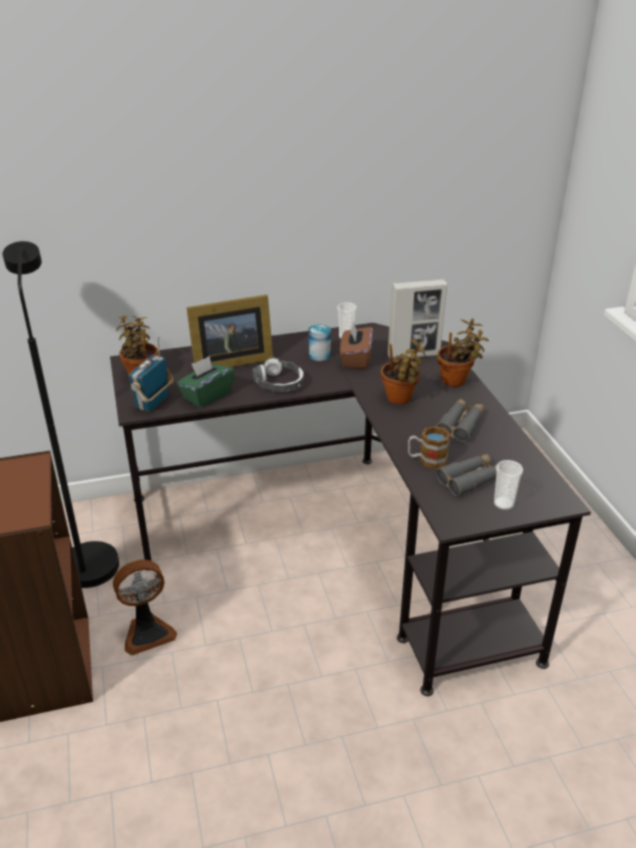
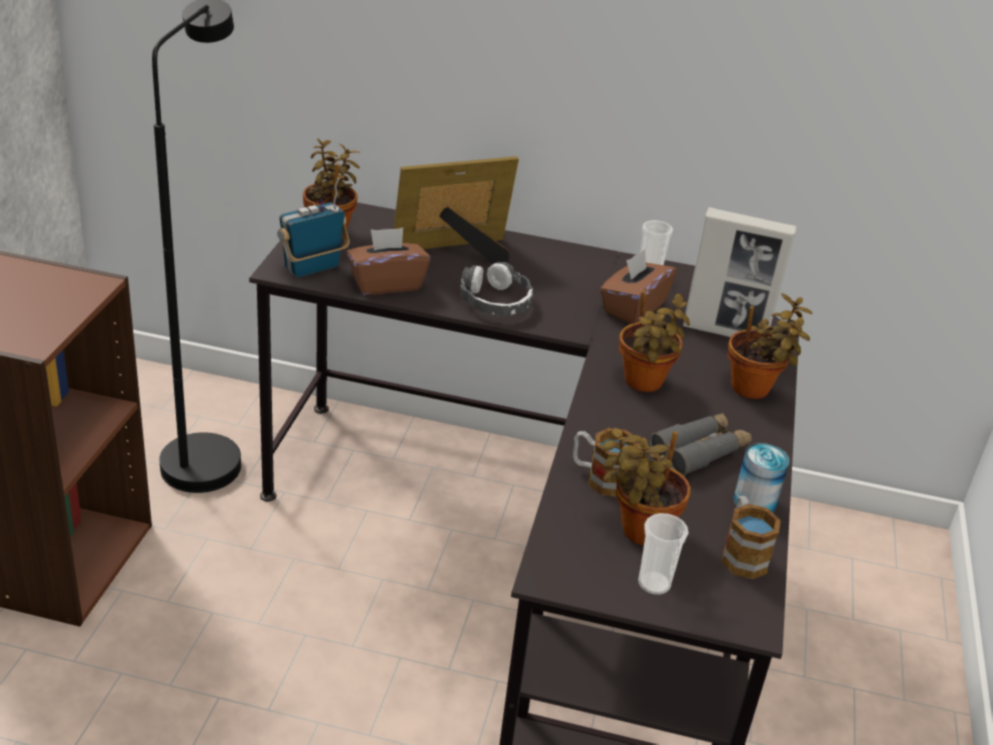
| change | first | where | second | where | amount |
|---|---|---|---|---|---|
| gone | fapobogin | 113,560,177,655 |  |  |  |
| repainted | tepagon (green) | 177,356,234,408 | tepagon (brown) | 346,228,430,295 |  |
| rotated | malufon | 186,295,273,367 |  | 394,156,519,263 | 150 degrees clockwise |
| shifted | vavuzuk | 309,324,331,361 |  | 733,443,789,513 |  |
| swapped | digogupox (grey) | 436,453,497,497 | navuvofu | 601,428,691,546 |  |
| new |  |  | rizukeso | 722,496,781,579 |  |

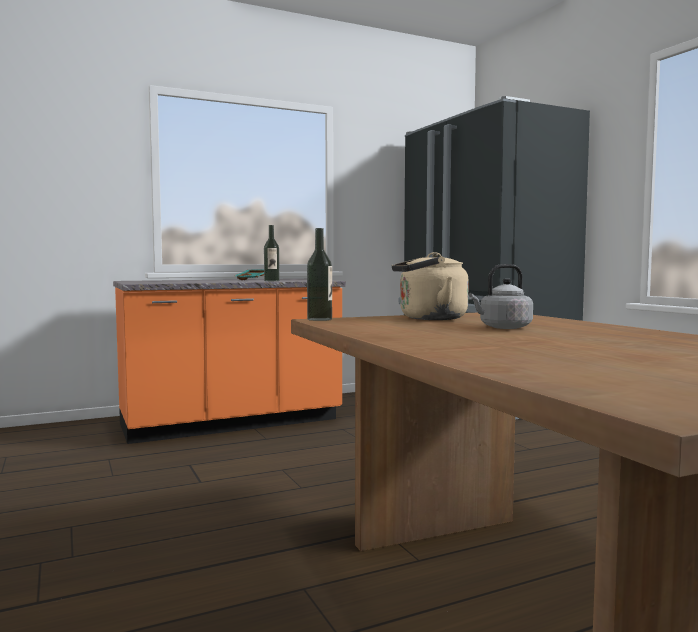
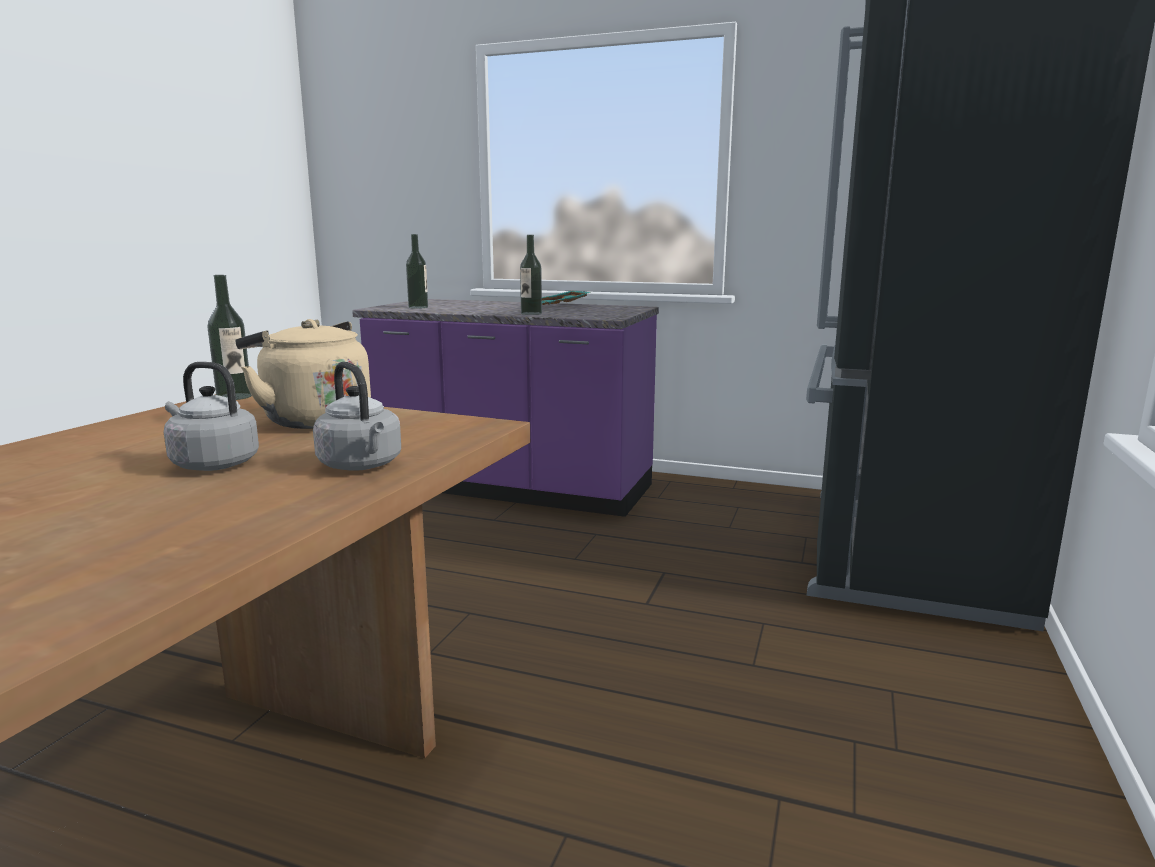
| change | first | where | second | where | amount |
|---|---|---|---|---|---|
| repainted | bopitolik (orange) | 113,279,346,444 | bopitolik (purple) | 352,299,659,517 |  |
| new |  |  | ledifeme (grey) | 313,362,401,471 |  |
| new |  |  | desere | 406,234,428,309 |  |

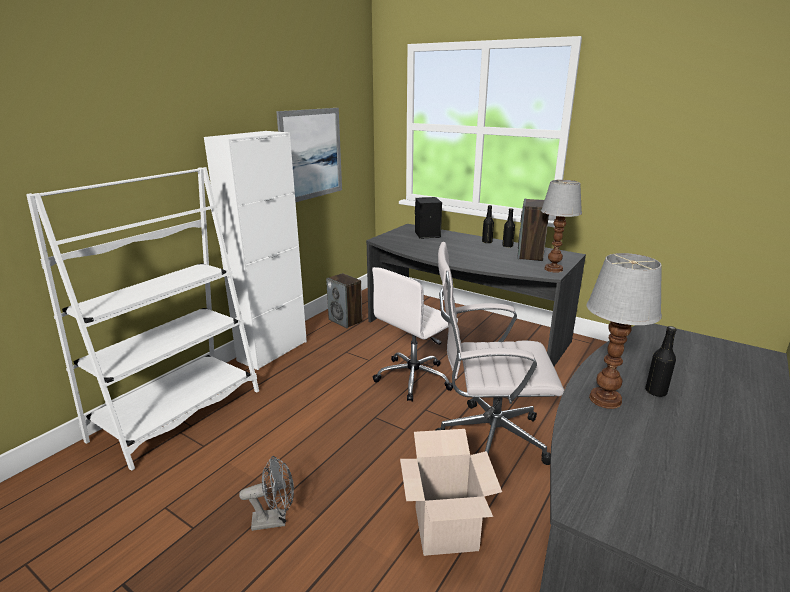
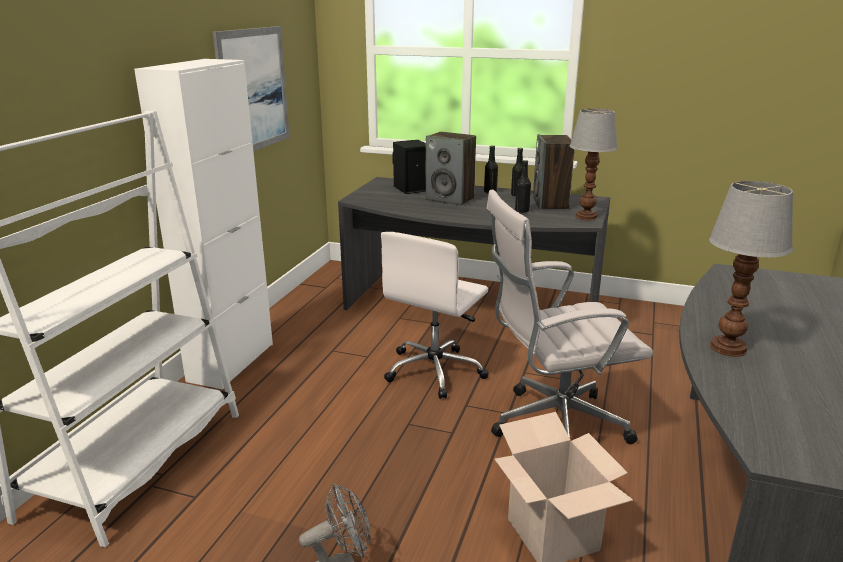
| change | first | where | second | where | amount |
|---|---|---|---|---|---|
| shifted | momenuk | 326,273,362,328 |  | 426,132,476,205 |  |
| shifted | desere (black) | 645,326,676,397 |  | 515,160,531,213 |  |

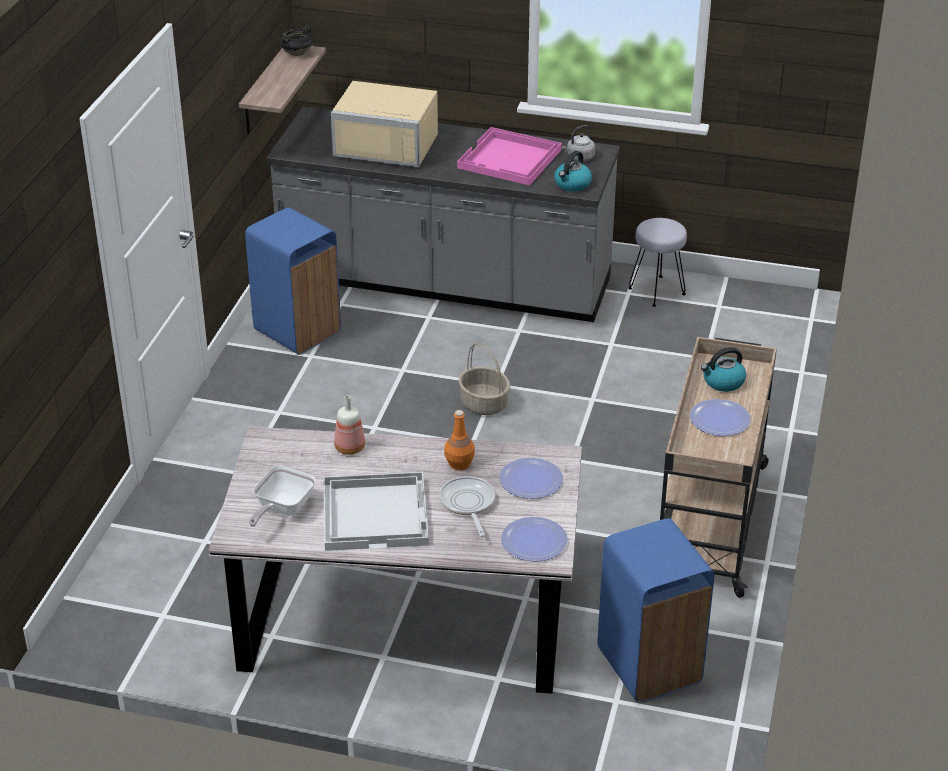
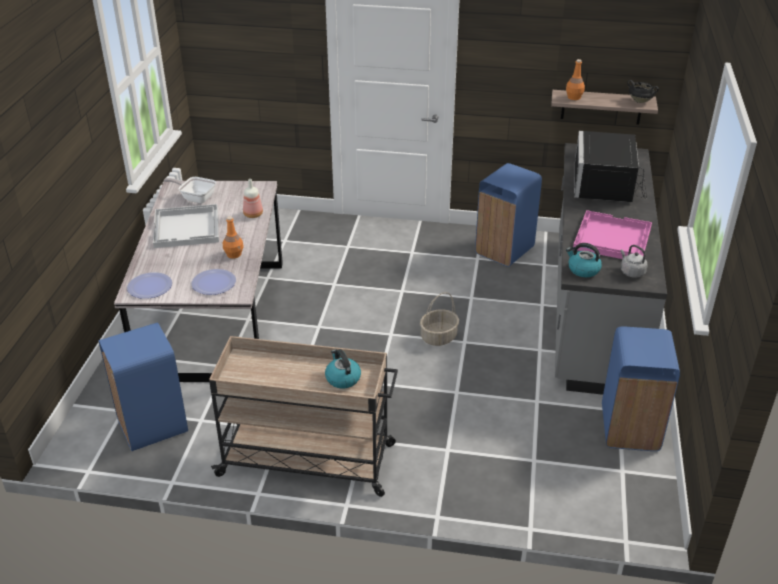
| change | first | where | second | where | amount |
|---|---|---|---|---|---|
| repainted | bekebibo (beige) | 331,81,438,167 | bekebibo (black) | 574,131,647,202 |  |
| gone | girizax | 439,476,495,537 |  |  |  |
| swapped | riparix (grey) | 628,218,687,307 | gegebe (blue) | 602,326,680,451 |  |
| gone | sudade | 690,399,751,436 |  |  |  |
| new |  |  | desere (orange) | 566,59,585,100 |  |

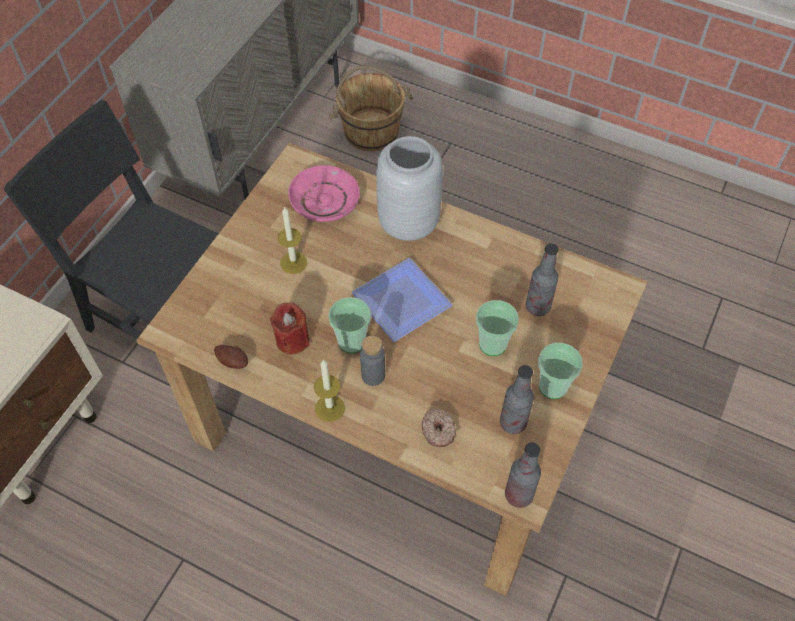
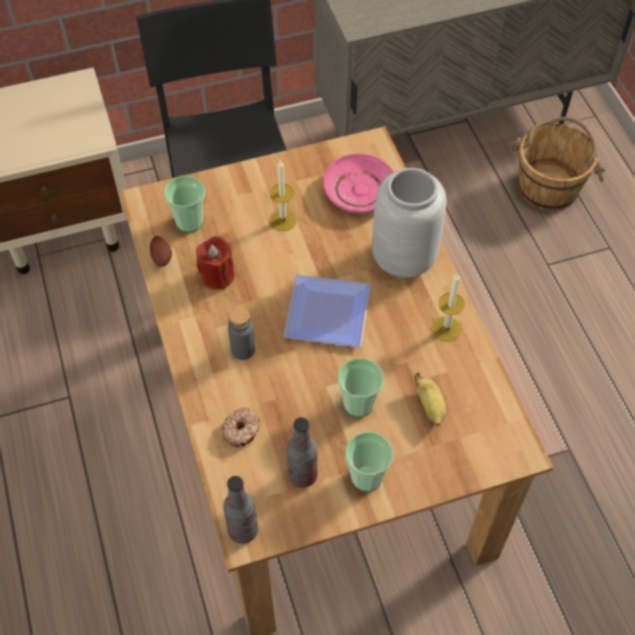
| change | first | where | second | where | amount |
|---|---|---|---|---|---|
| shifted | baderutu | 314,360,345,422 |  | 432,273,464,341 |  |
| shifted | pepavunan | 328,297,371,353 |  | 164,176,205,233 |  |
| swapped | desere | 526,243,559,316 | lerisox | 414,373,446,426 |  |

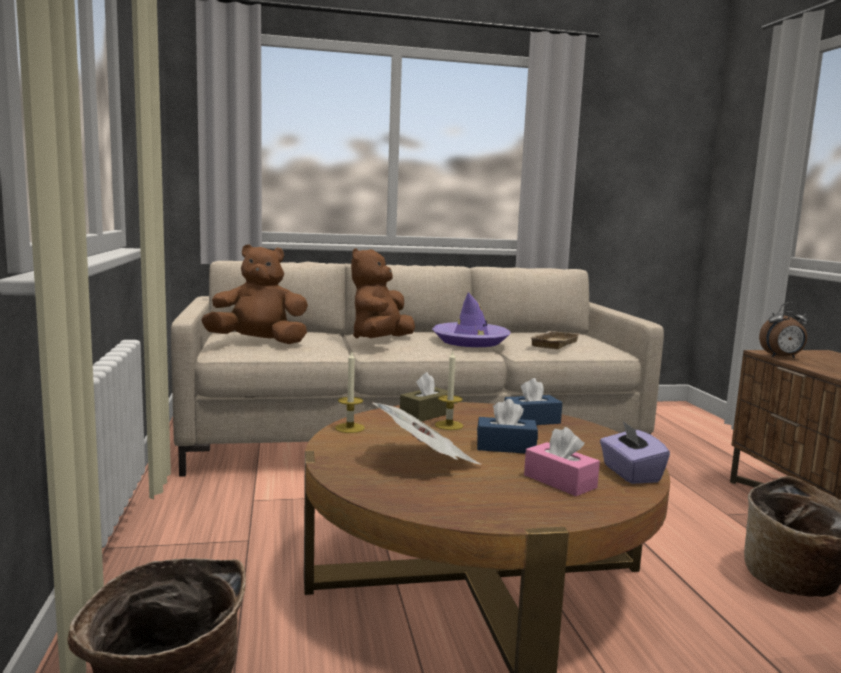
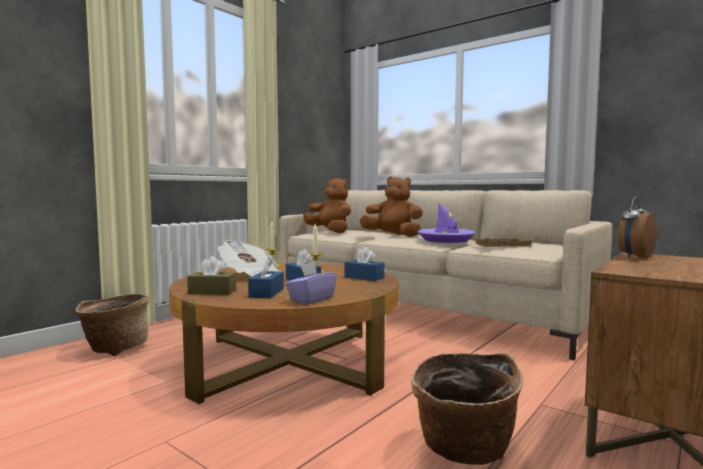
| change | first | where | second | where | amount |
|---|---|---|---|---|---|
| rotated | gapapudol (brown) | 351,248,415,338 |  | 360,177,423,237 | 45 degrees clockwise |
| shifted | tepagon (brown) | 400,372,448,422 |  | 187,256,236,295 |  |
| repainted | tepagon (pink) | 524,427,600,496 | tepagon (blue) | 248,257,284,298 |  |
| rotated | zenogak | 759,303,808,358 |  | 617,197,656,258 | 90 degrees clockwise |

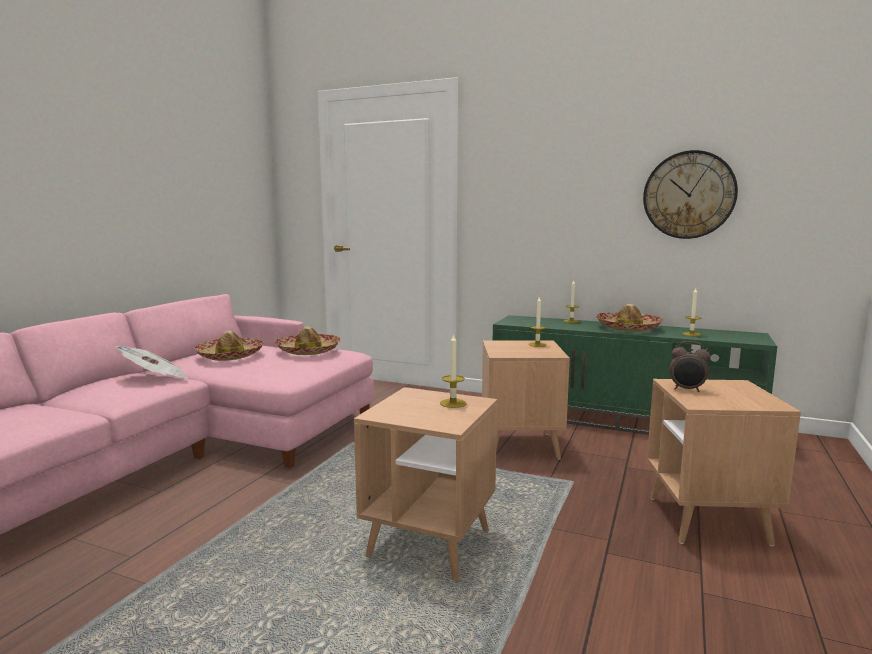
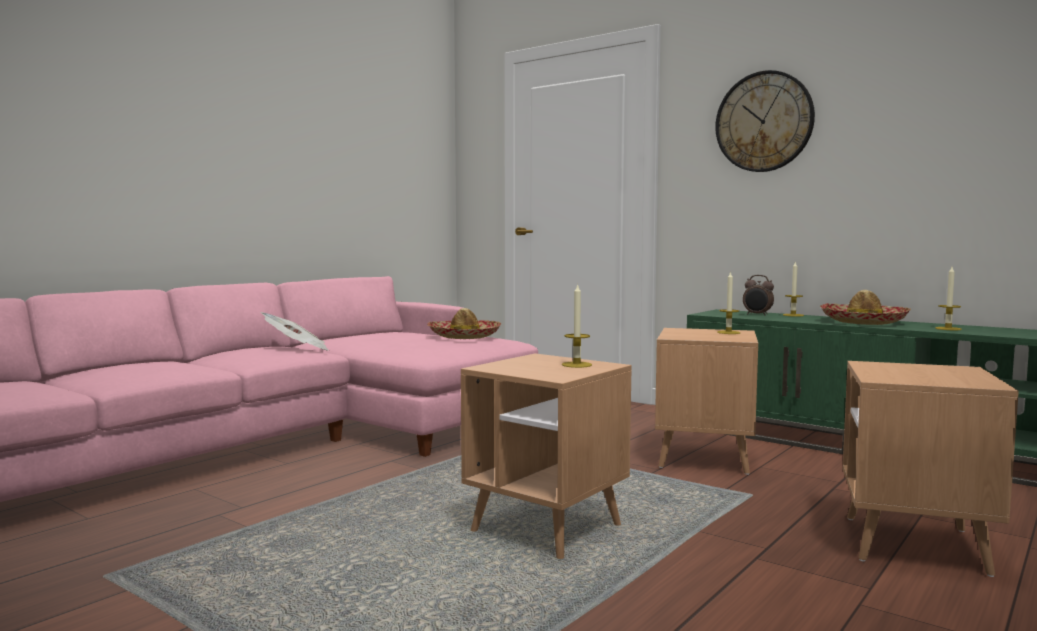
| change | first | where | second | where | amount |
|---|---|---|---|---|---|
| gone | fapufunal | 194,331,264,361 |  |  |  |
| shifted | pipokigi | 643,150,738,239 |  | 715,70,815,172 |  |
| shifted | zenogak | 669,341,710,392 |  | 743,275,774,316 |  |

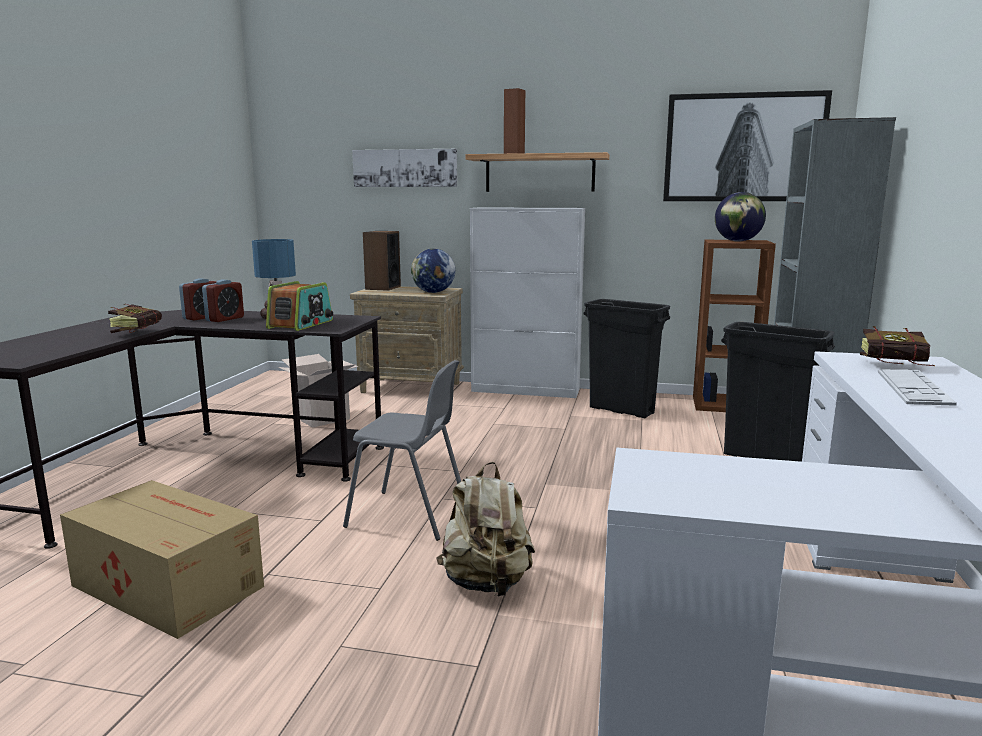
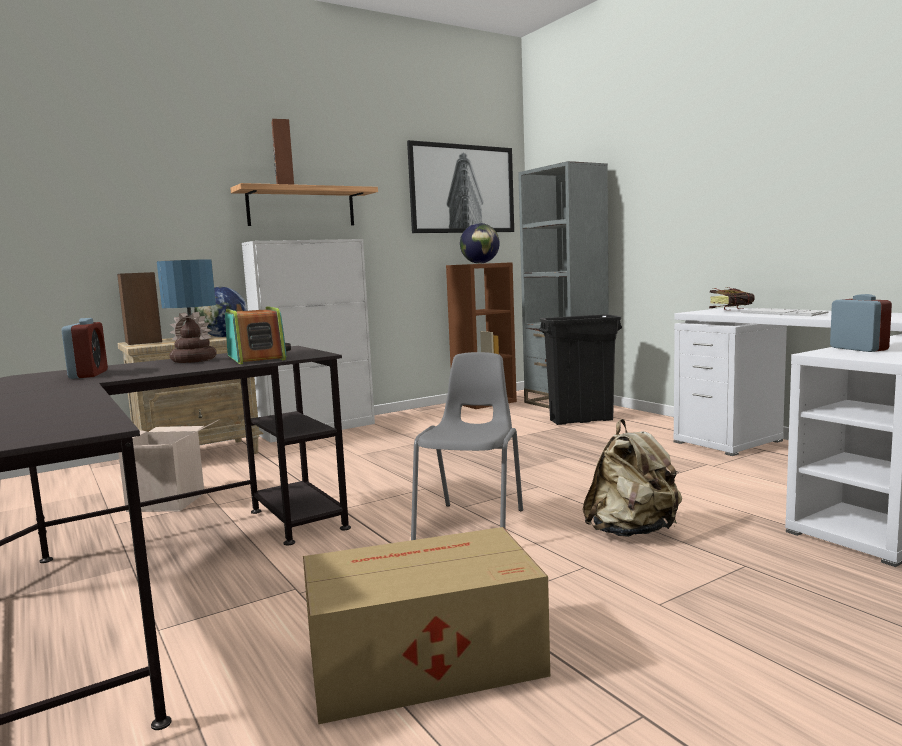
| change | first | where | second | where | amount |
|---|---|---|---|---|---|
| gone | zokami | 108,304,162,333 |  |  |  |
| shifted | zenogak | 202,280,244,322 |  | 830,294,892,352 |  |
| rotated | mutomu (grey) | 343,360,461,541 |  | 411,352,523,540 | 45 degrees counterclockwise |
| gone | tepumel | 352,149,457,187 |  |  |  |
| gone | gegebe (black) | 584,299,670,418 |  |  |  |

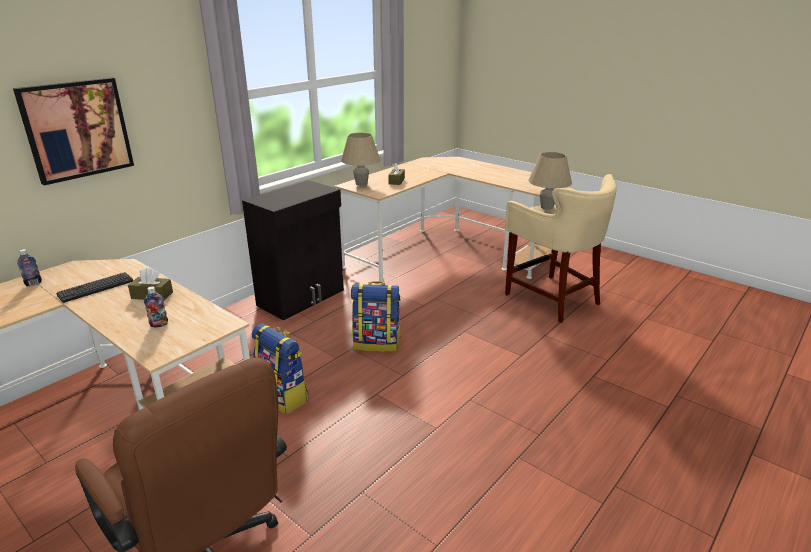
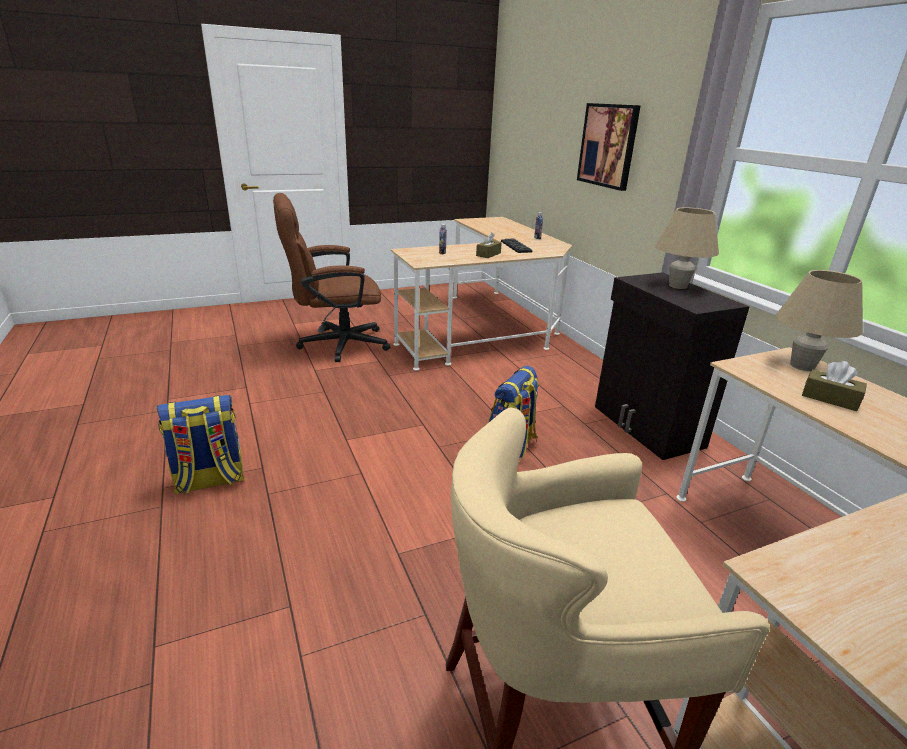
| change | first | where | second | where | amount |
|---|---|---|---|---|---|
| shifted | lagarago | 252,323,309,414 |  | 157,395,245,494 |  |
| shifted | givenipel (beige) | 528,152,572,210 |  | 655,207,719,289 |  |

